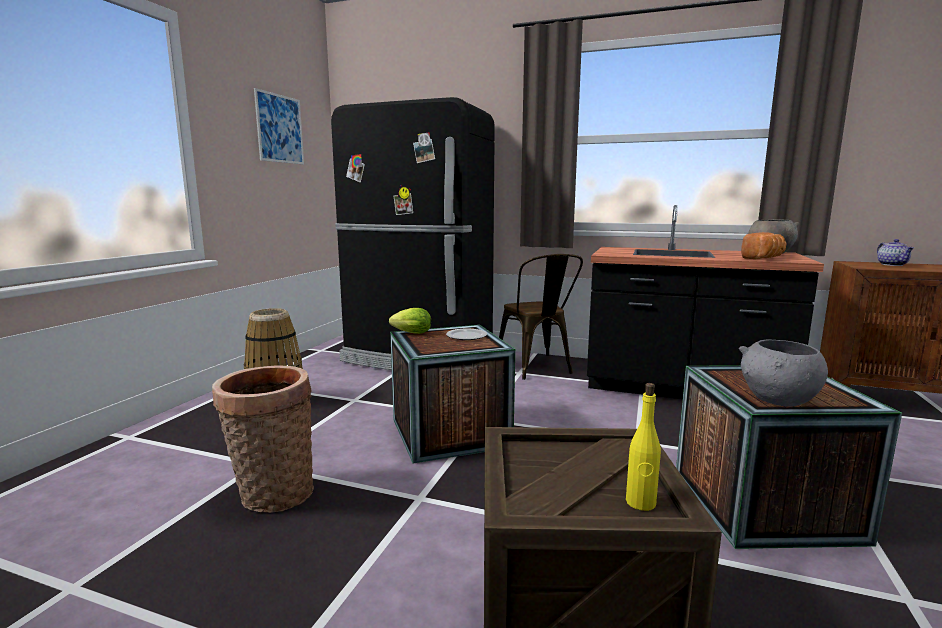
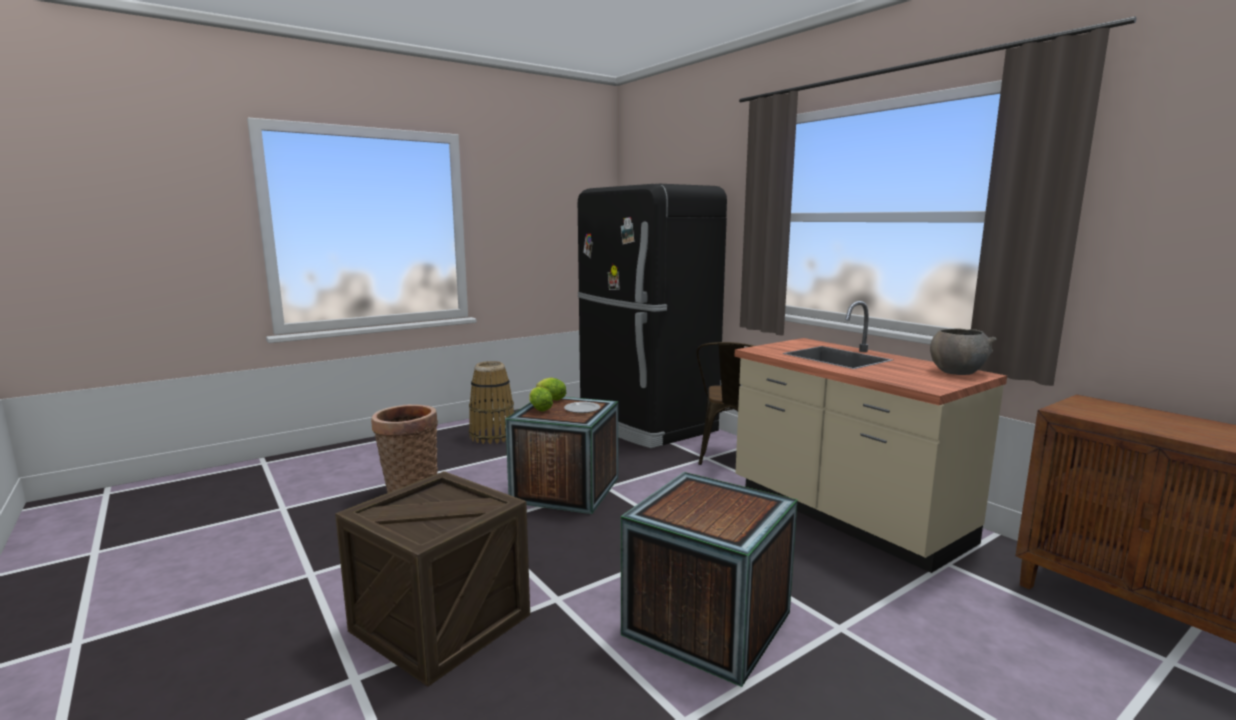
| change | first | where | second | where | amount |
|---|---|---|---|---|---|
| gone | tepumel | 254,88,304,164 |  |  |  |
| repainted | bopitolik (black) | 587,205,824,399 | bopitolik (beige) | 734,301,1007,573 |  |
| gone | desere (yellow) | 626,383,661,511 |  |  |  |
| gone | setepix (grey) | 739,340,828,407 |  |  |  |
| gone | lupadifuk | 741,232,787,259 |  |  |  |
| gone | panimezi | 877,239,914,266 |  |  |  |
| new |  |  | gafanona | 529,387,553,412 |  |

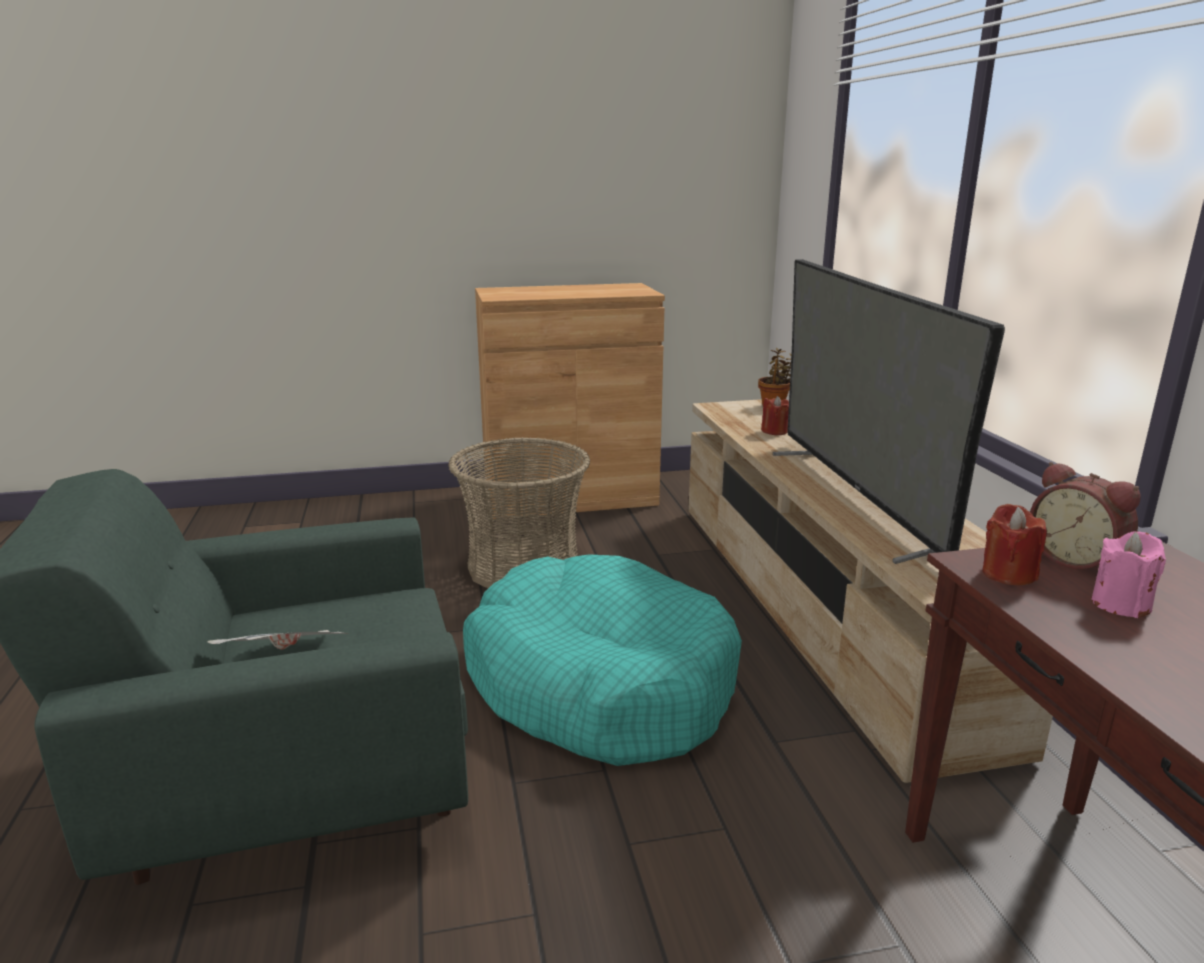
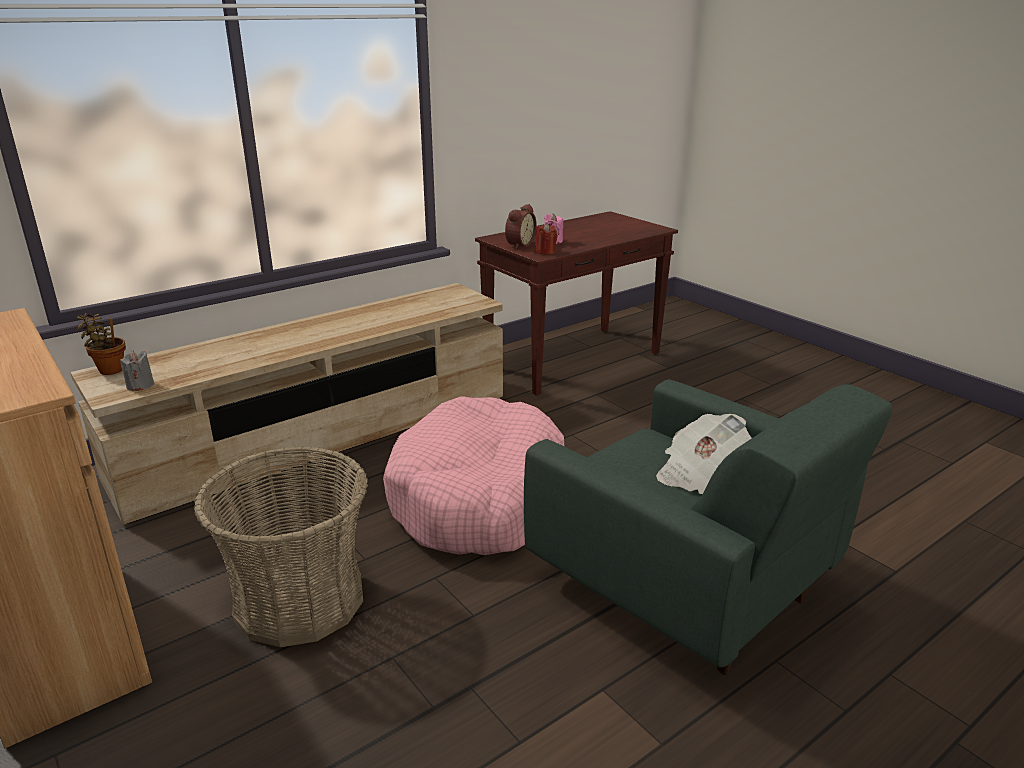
| change | first | where | second | where | amount |
|---|---|---|---|---|---|
| repainted | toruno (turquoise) | 463,554,742,766 | toruno (pink) | 383,396,564,555 |  |
| gone | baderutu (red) | 761,396,789,435 |  |  |  |
| gone | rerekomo | 773,259,1005,564 |  |  |  |
| new |  |  | baderutu (grey) | 120,350,154,391 |  |

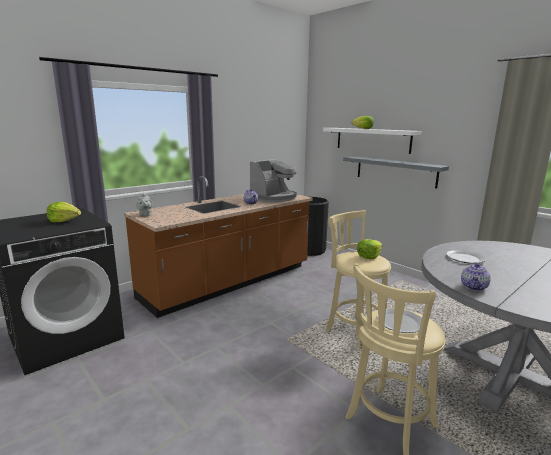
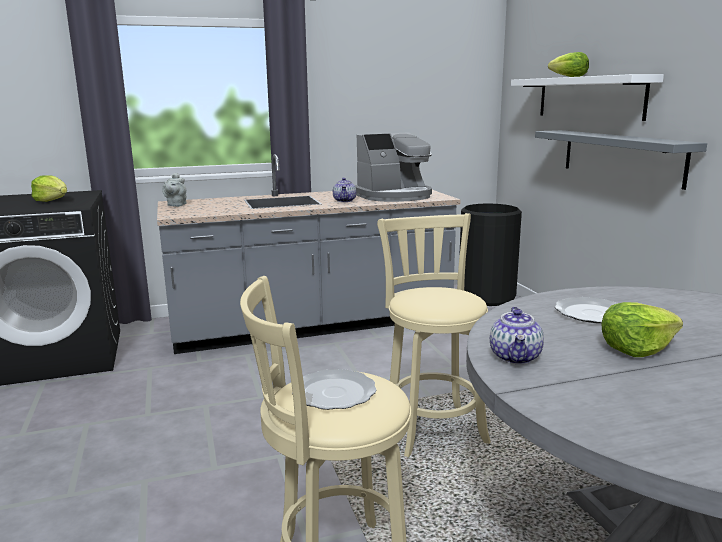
| change | first | where | second | where | amount |
|---|---|---|---|---|---|
| repainted | bopitolik (brown) | 124,176,313,318 | bopitolik (grey) | 157,154,461,354 |  |
| shifted | gafanona | 357,239,382,259 |  | 601,302,683,357 |  |
| rotated | panimezi | 461,262,491,291 |  | 490,307,544,364 | 45 degrees counterclockwise |

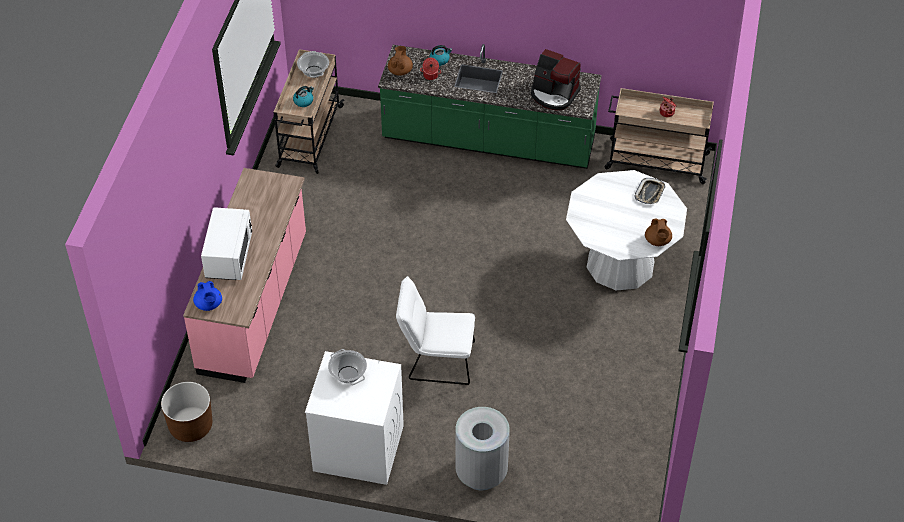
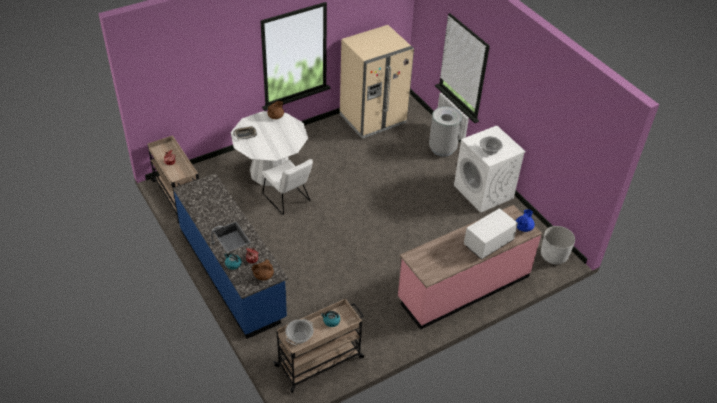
| change | first | where | second | where | amount |
|---|---|---|---|---|---|
| repainted | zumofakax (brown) | 161,382,212,442 | zumofakax (white) | 541,226,575,264 |  |
| repainted | bopitolik (green) | 378,44,602,169 | bopitolik (blue) | 173,173,288,339 |  |
| shifted | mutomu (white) | 396,276,475,385 |  | 262,159,313,215 |  |
| gone | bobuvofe | 531,49,581,111 |  |  |  |
| new |  |  | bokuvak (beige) | 340,25,414,139 |  |

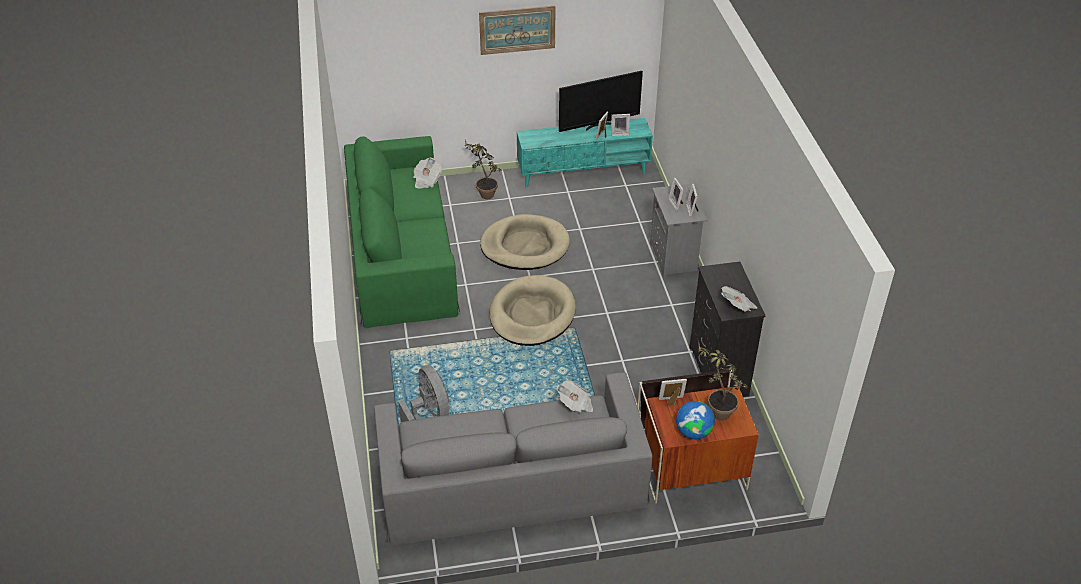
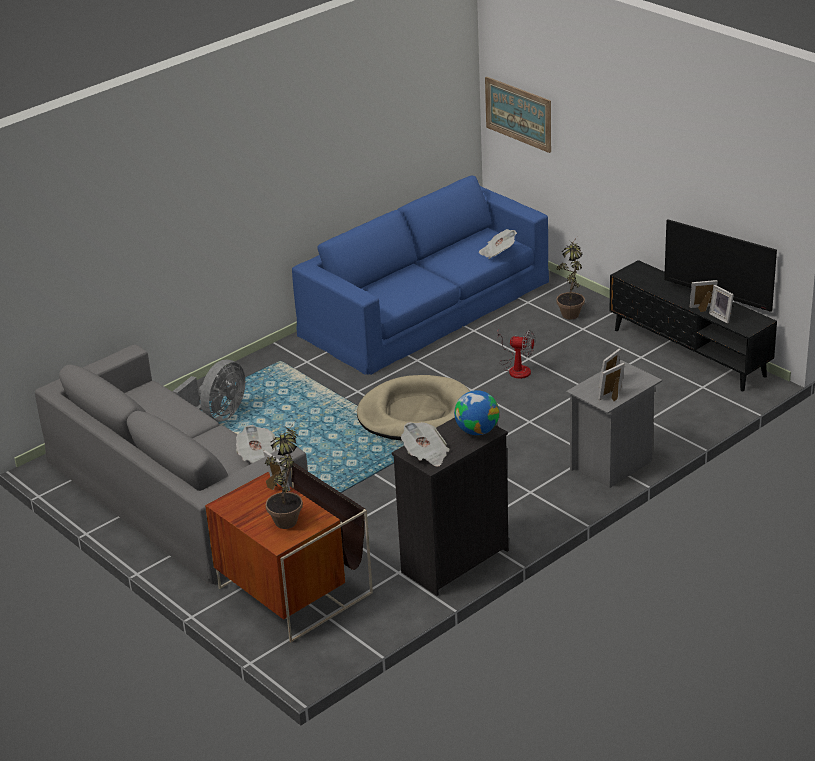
| change | first | where | second | where | amount |
|---|---|---|---|---|---|
| repainted | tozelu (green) | 344,136,460,328 | tozelu (blue) | 292,176,549,375 |  |
| shifted | tepumel | 479,6,555,55 |  | 485,77,551,153 |  |
| swapped | toruno (beige) | 480,214,570,270 | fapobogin | 497,329,535,379 |  |
| repainted | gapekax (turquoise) | 517,118,653,187 | gapekax (black) | 610,260,777,391 |  |
| shifted | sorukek | 676,401,715,439 |  | 454,390,499,435 |  |

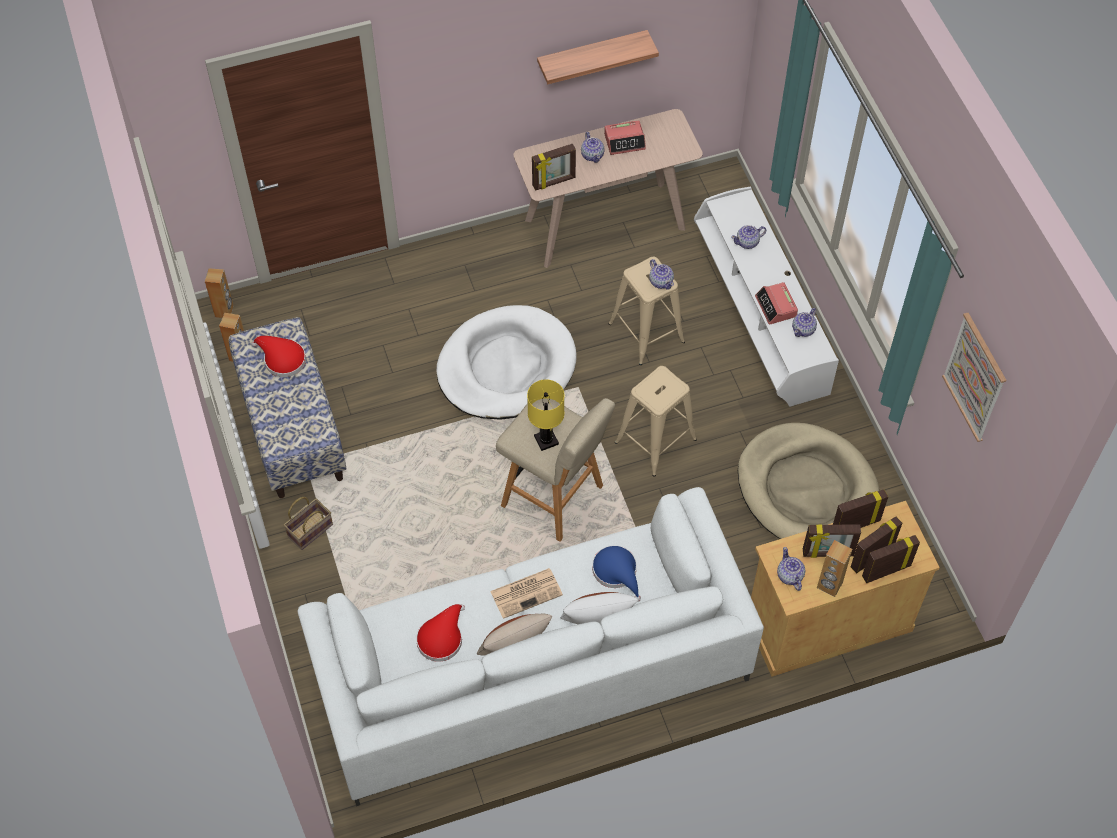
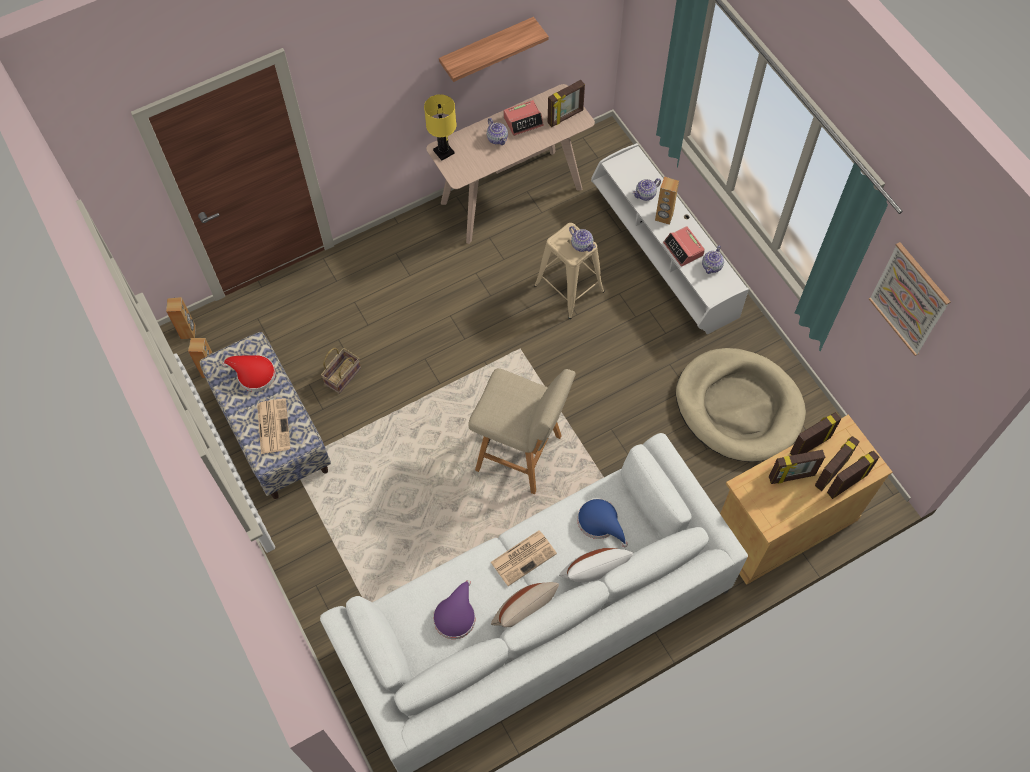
| change | first | where | second | where | amount |
|---|---|---|---|---|---|
| shifted | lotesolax | 284,497,333,550 |  | 321,348,361,394 |  |
| repainted | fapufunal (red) | 416,604,465,662 | fapufunal (purple) | 433,580,476,639 |  |
| gone | toruno (white) | 436,305,577,420 |  |  |  |
| shifted | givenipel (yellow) | 527,379,564,451 |  | 424,94,457,161 |  |
| shifted | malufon | 532,144,576,191 |  | 548,80,585,127 |  |
| gone | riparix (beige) | 615,366,697,477 |  |  |  |
| gone | panimezi | 777,547,806,591 |  |  |  |
| shifted | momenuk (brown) | 817,540,852,597 |  | 655,177,679,225 |  |
| new |  |  | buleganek | 257,398,290,454 |  |

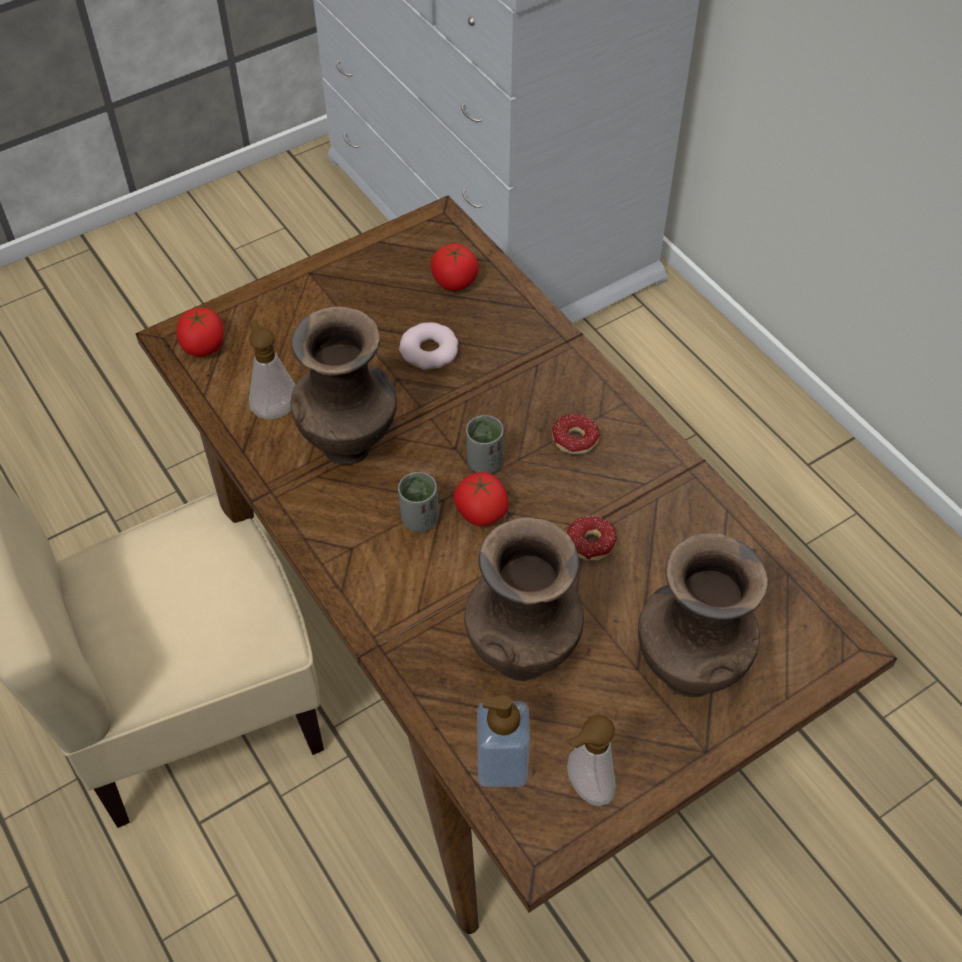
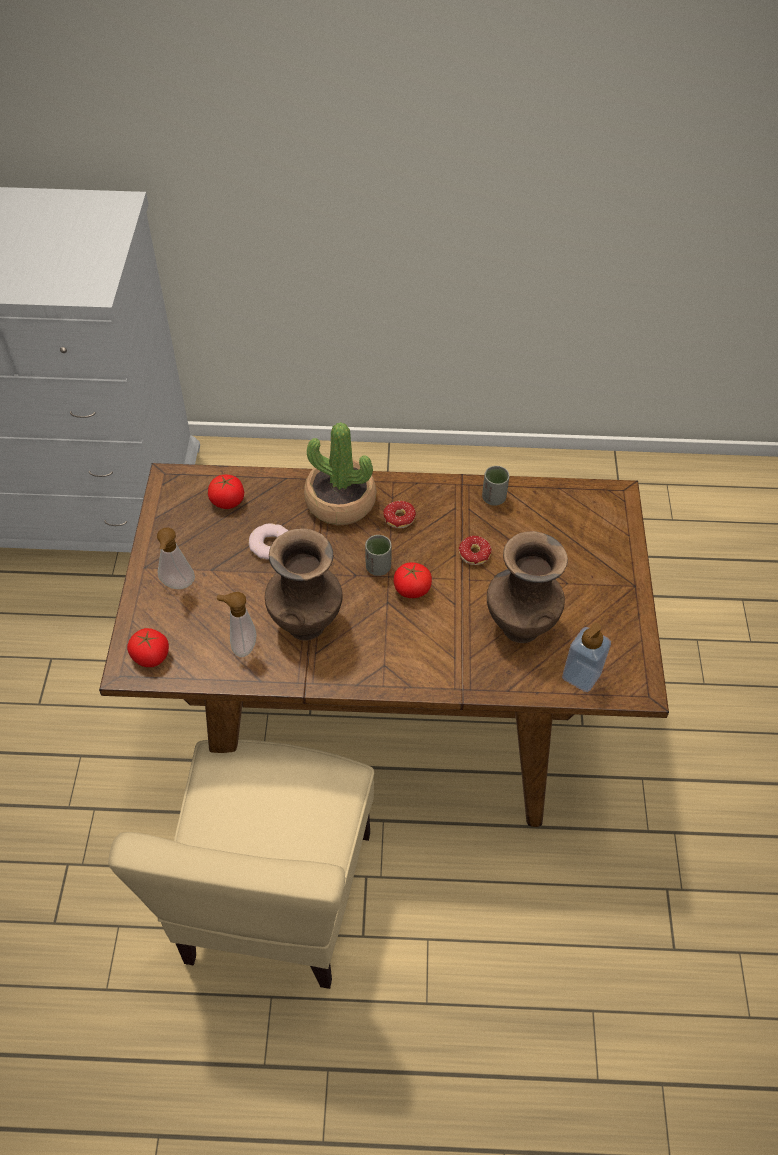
| change | first | where | second | where | amount |
|---|---|---|---|---|---|
| shifted | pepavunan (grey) | 398,472,439,532 |  | 482,466,509,506 |  |
| shifted | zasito | 567,715,616,806 |  | 157,527,195,589 |  |
| gone | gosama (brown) | 638,533,768,698 |  |  |  |
| new |  |  | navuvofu | 304,422,376,525 |  |

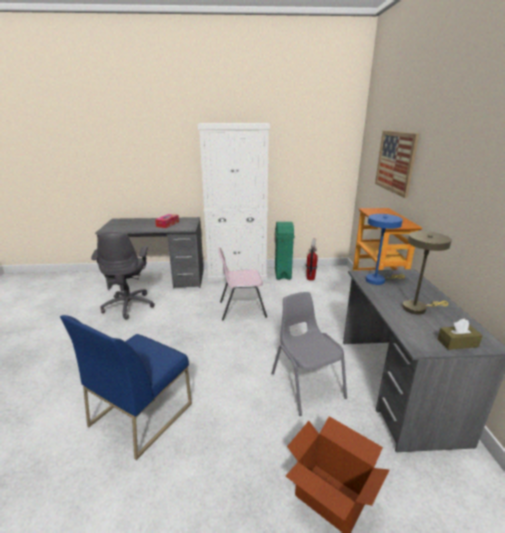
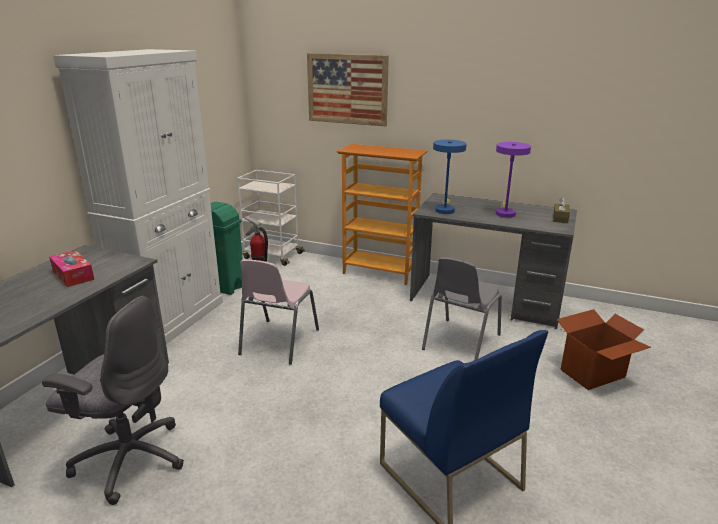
| change | first | where | second | where | amount |
|---|---|---|---|---|---|
| rotated | mutomu (grey) | 271,292,347,416 |  | 422,257,502,360 | 60 degrees counterclockwise |
| repainted | givenipel (beige) | 403,231,452,315 | givenipel (purple) | 496,142,531,218 |  |
| new |  |  | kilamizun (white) | 237,170,305,266 |  |

